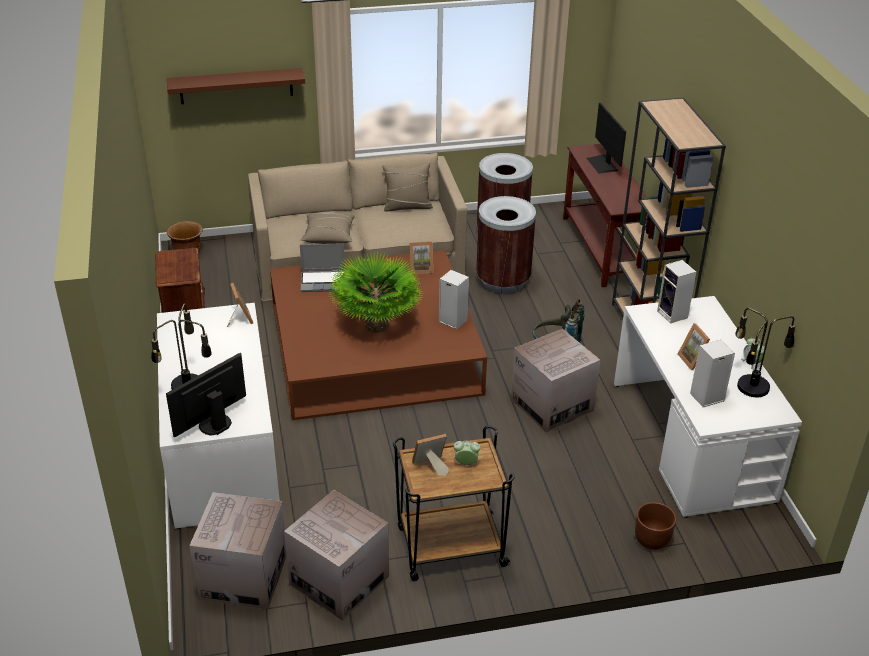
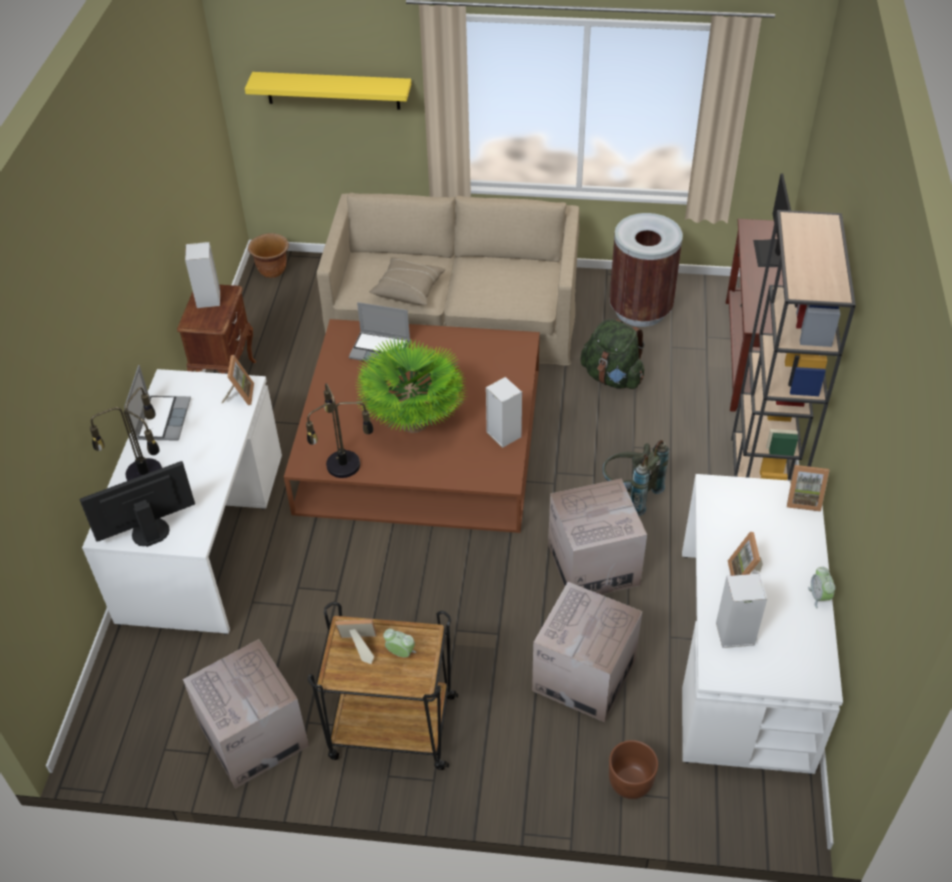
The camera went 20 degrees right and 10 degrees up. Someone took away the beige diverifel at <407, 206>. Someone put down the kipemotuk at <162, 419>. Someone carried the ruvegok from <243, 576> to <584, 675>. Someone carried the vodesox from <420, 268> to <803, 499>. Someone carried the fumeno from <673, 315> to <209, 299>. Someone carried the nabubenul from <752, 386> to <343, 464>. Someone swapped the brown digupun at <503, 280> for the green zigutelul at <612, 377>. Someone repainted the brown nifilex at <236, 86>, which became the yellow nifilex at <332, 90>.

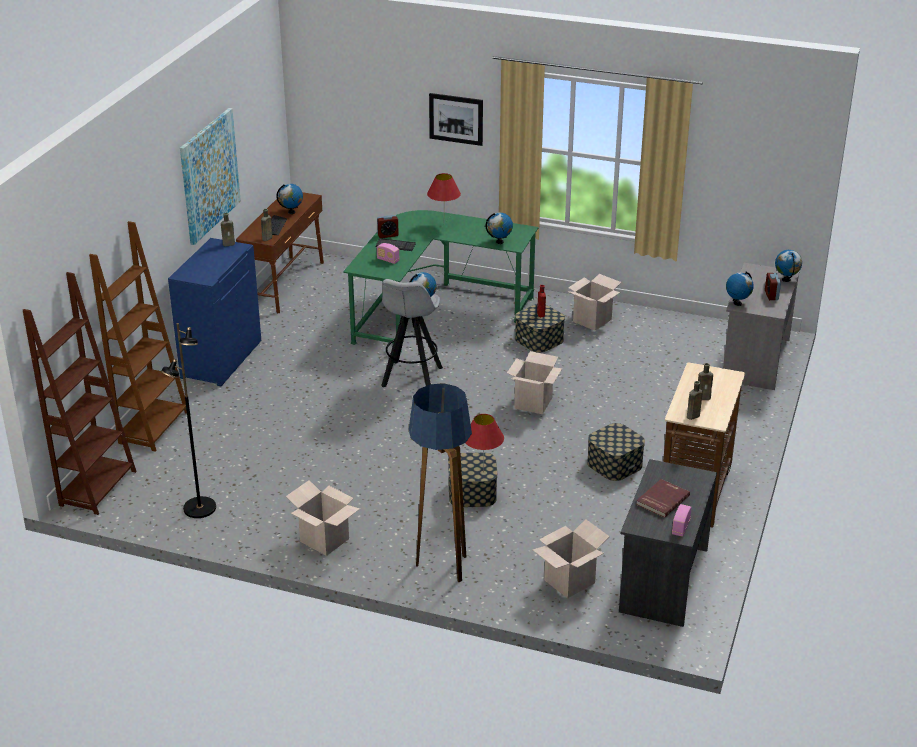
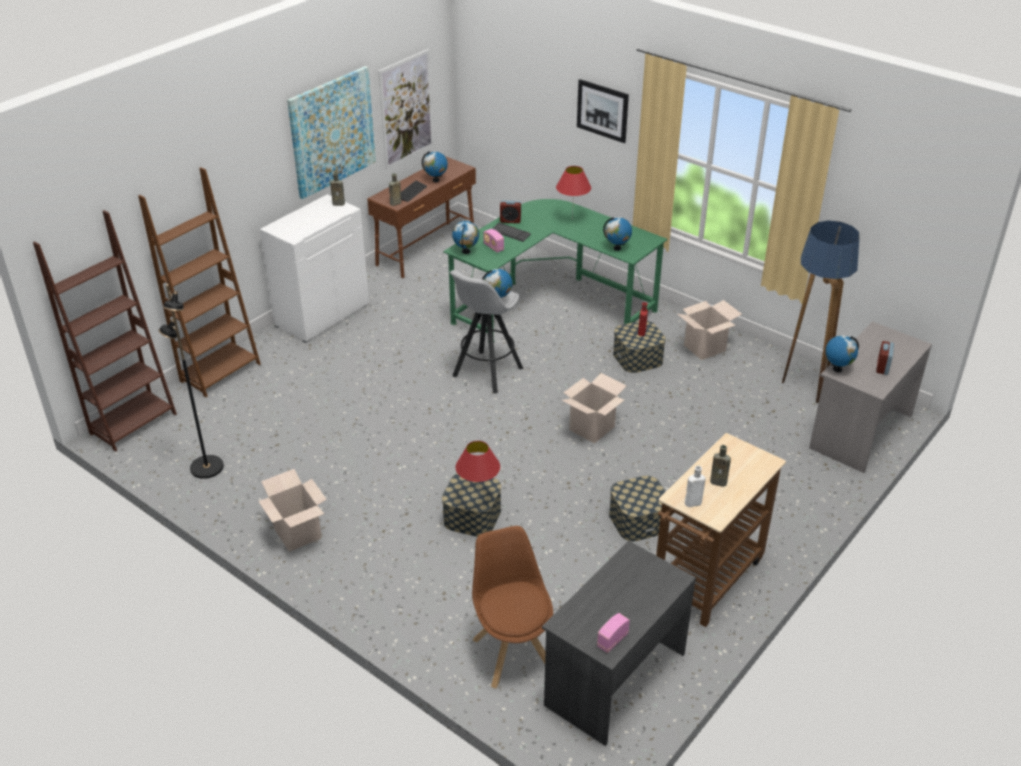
The camera went 20 degrees right and 5 degrees up. Someone took away the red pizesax at <662, 499>. Someone put up the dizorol at <406, 109>. Someone carried the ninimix from <441, 567> to <804, 388>. Someone carried the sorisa from <786, 280> to <466, 252>. Someone swapped the ruvegok at <569, 581> for the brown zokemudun at <512, 651>. Someone repainted the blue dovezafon at <220, 359>, which became the white dovezafon at <322, 314>. Someone repainted the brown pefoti at <692, 416>, which became the white pefoti at <692, 503>.

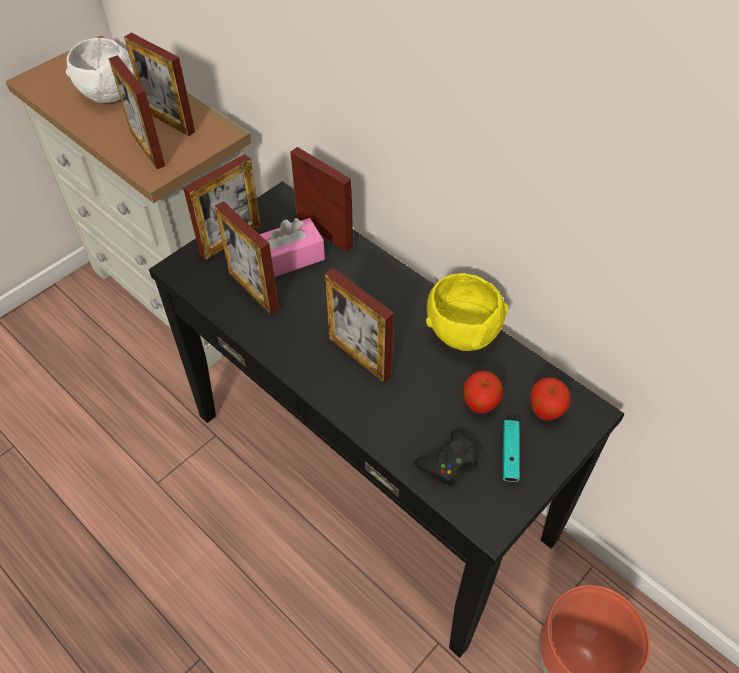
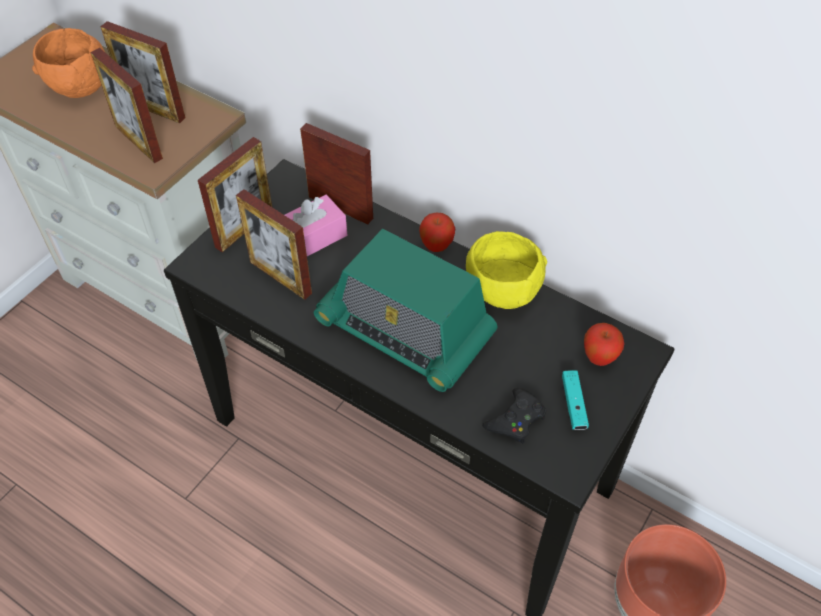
The camera went 10 degrees left and 0 degrees up. Someone carried the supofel from <479, 405> to <436, 246>. Someone swapped the vodesox at <359, 357> for the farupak at <405, 330>. Someone repainted the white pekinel at <108, 94>, which became the orange pekinel at <79, 87>.

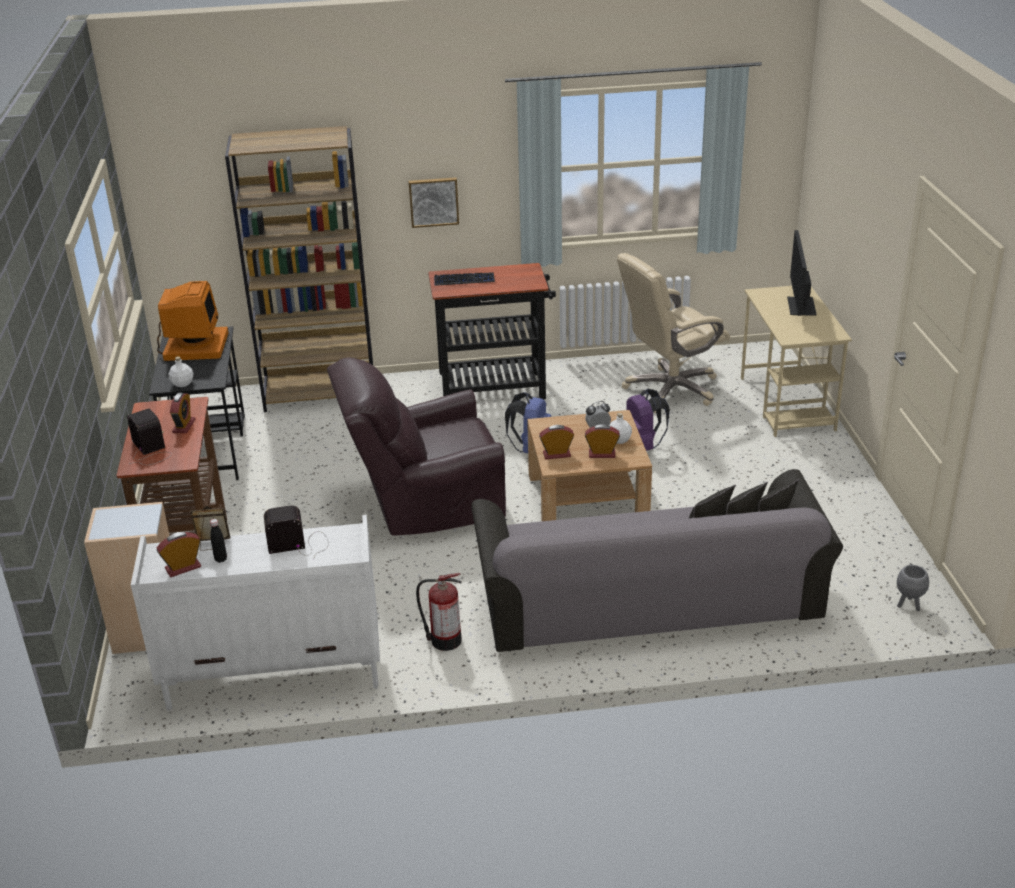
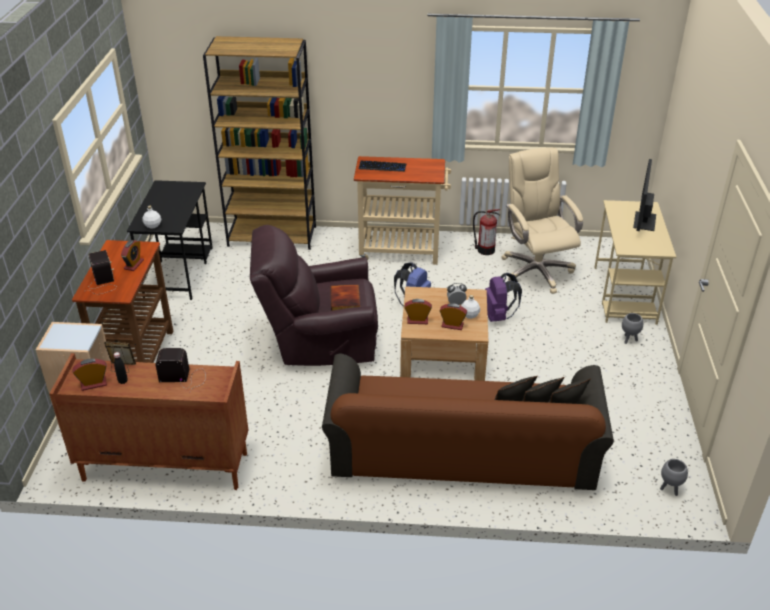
The camera went 10 degrees right and 5 degrees up. Someone took away the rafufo at <195, 346>. Someone took away the dizorol at <433, 201>. Someone put down the pizesax at <346, 300>. Someone put down the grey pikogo at <629, 340>. Someone carried the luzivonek from <444, 640> to <484, 250>. Someone repainted the white dovezafon at <272, 677>, which became the brown dovezafon at <164, 467>. Someone repainted the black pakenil at <494, 389>, which became the beige pakenil at <401, 251>. Someone repainted the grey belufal at <647, 604>, which became the brown belufal at <460, 452>. Someone rotated the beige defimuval at <671, 390> by 90 degrees clockwise.

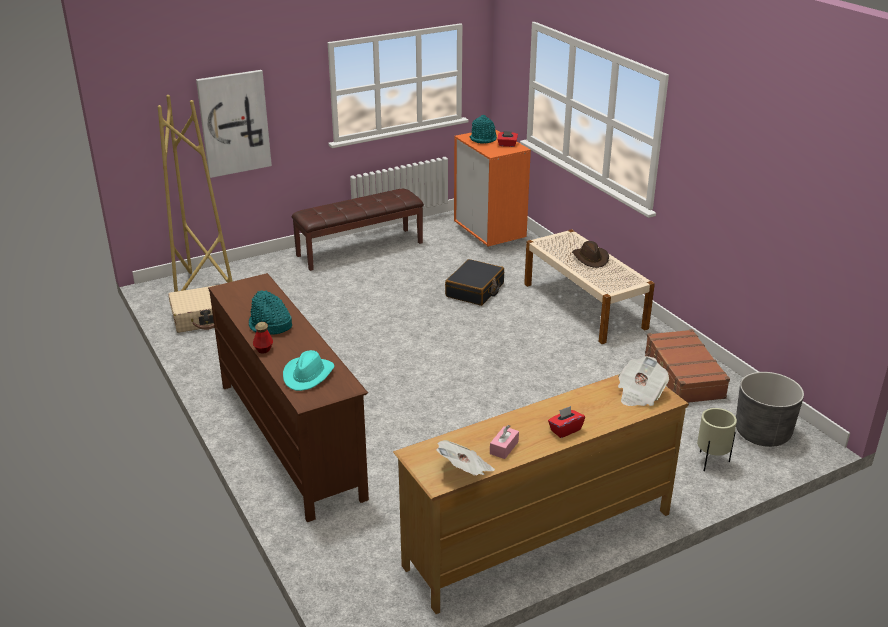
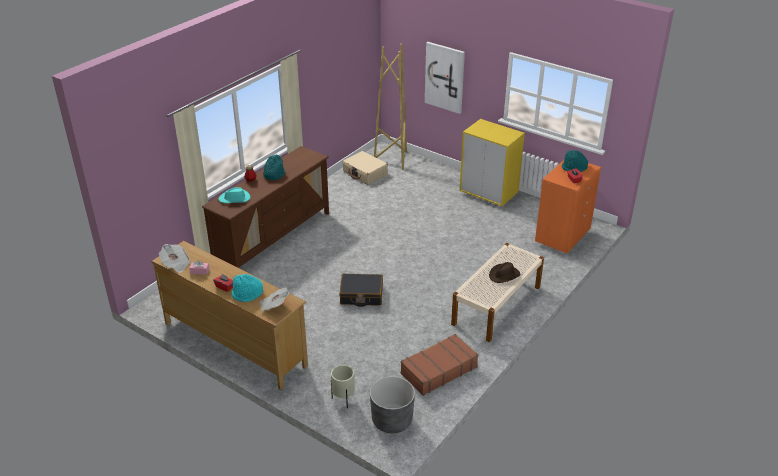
The camera went 65 degrees right and 5 degrees up. Someone put down the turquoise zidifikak at <247, 294>. Someone carried the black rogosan from <475, 290> to <361, 295>. Someone swapped the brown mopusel at <360, 249> for the yellow dovezafon at <489, 195>.

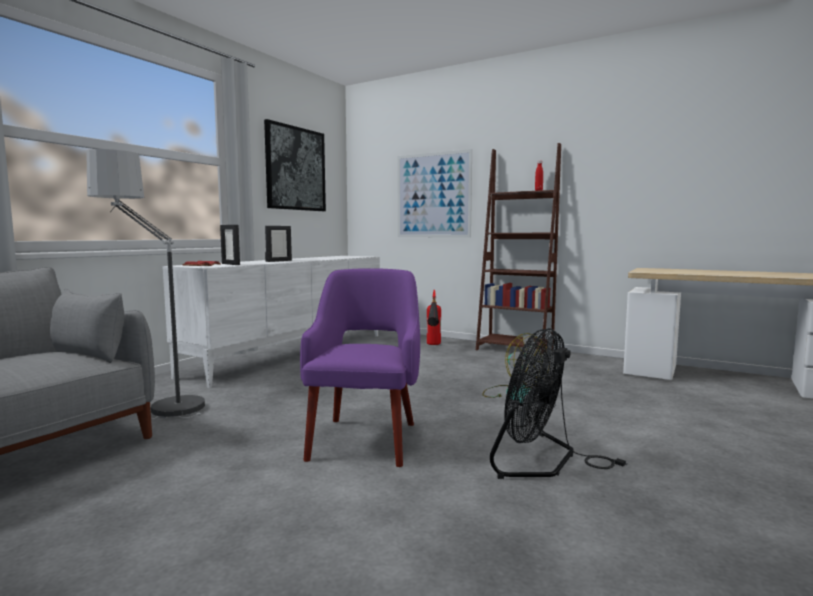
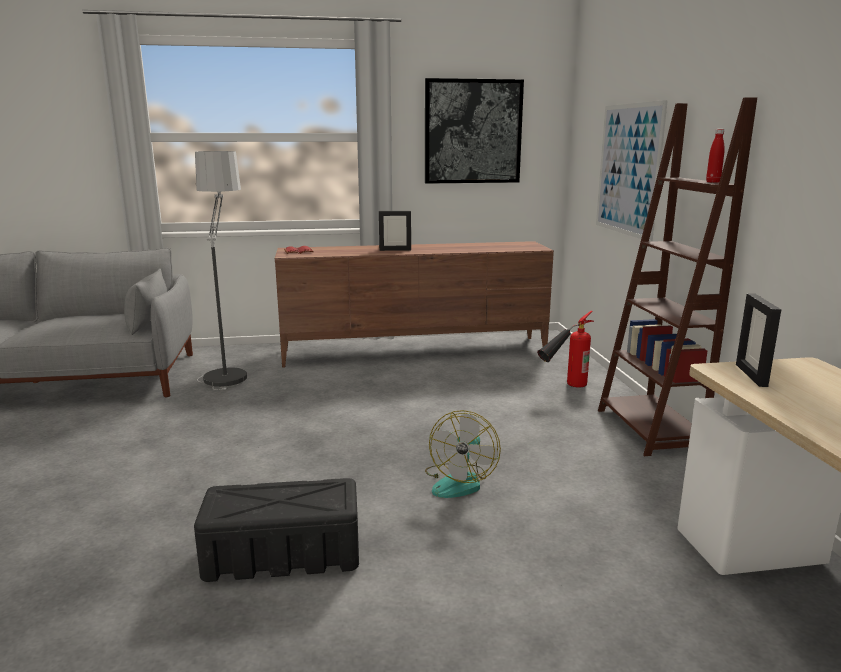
The camera went 50 degrees right and 10 degrees up. Someone took away the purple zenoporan at <364, 439>. Someone carried the vodesox from <231, 264> to <752, 375>. Someone swapped the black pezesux at <547, 458> for the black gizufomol at <282, 554>. Someone repainted the white dovezafon at <292, 353>, which became the brown dovezafon at <415, 351>.

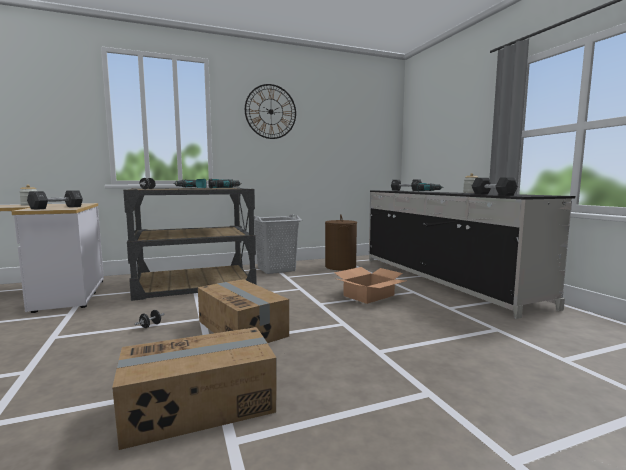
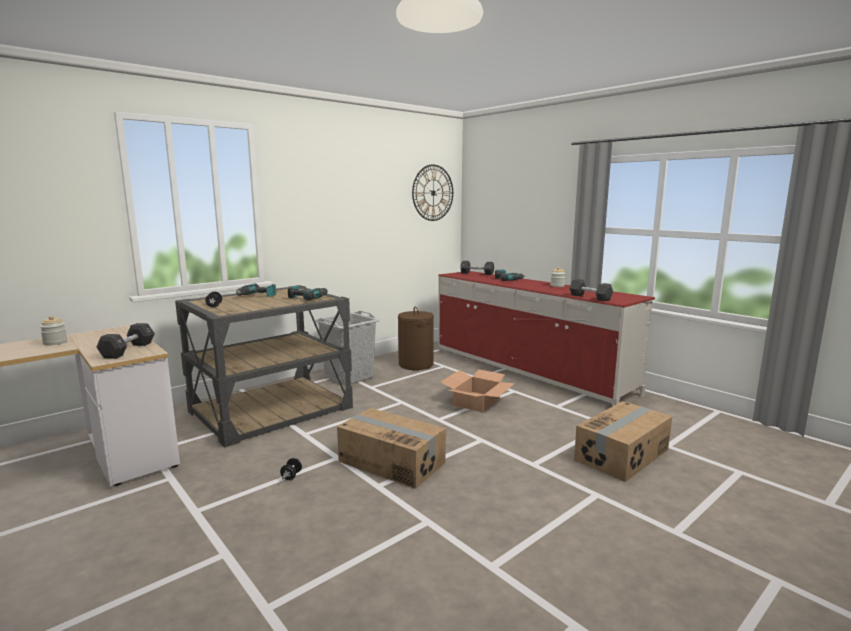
The camera went 20 degrees left and 5 degrees up. Someone carried the ruvegok from <199, 405> to <623, 455>. Someone carried the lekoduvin from <270, 111> to <433, 193>. Someone repainted the black dovezafon at <442, 279>, which became the red dovezafon at <528, 371>.

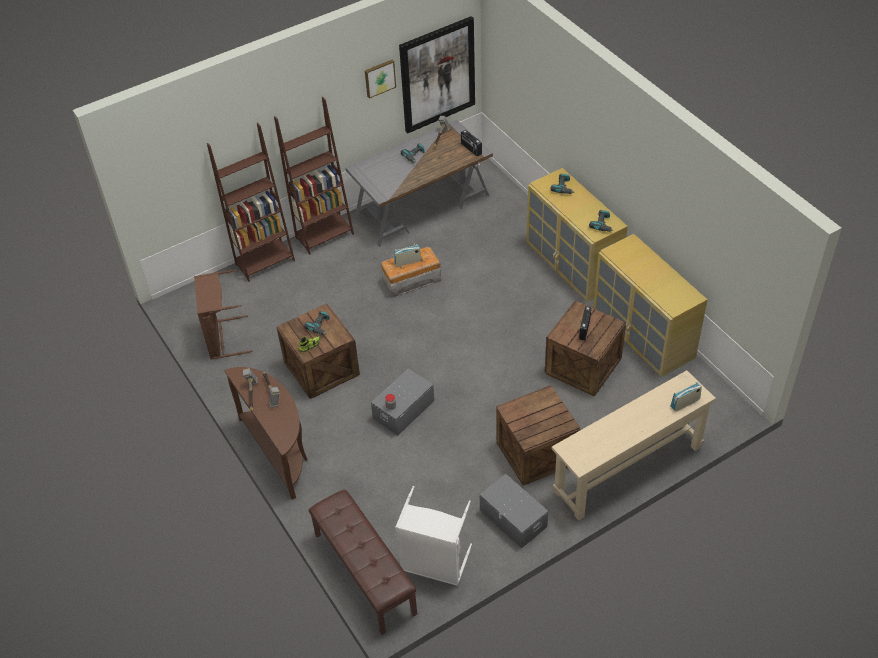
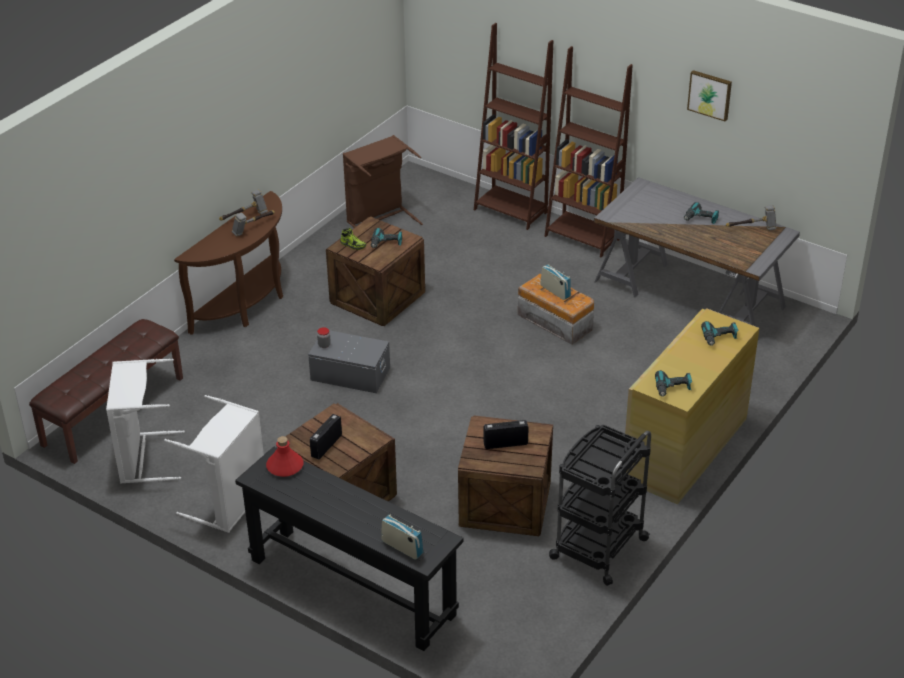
The camera went 65 degrees right and 10 degrees down. Someone took away the dizorol at <437, 75>. Someone put down the red pefoti at <285, 466>. Someone carried the farupak from <471, 149> to <326, 446>. Someone swapped the grey gizufomol at <513, 519> for the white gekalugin at <230, 503>. Someone swapped the yellow dovezafon at <643, 334> for the black pakenil at <598, 548>. Someone repainted the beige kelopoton at <627, 469>, which became the black kelopoton at <352, 587>.

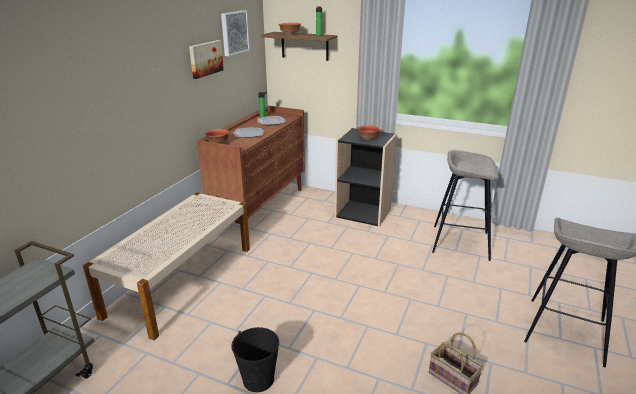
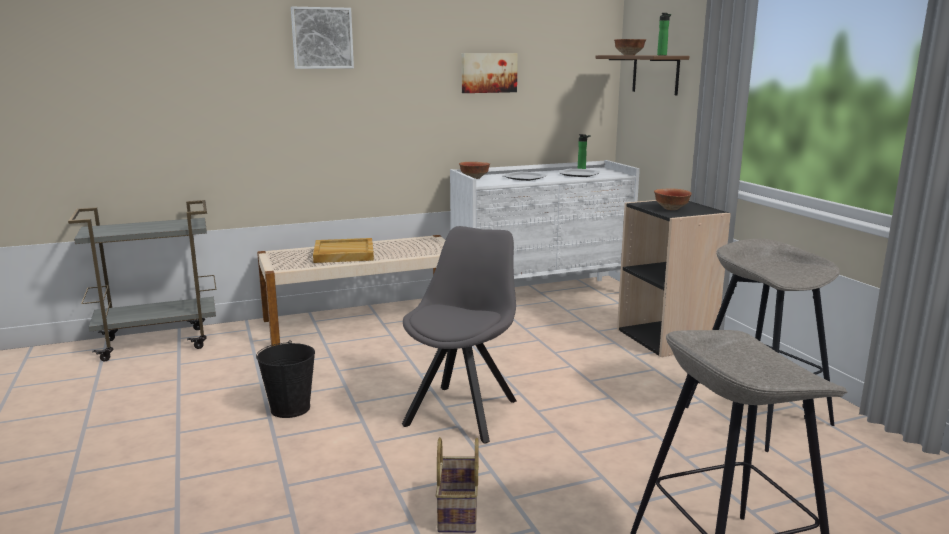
The camera went 45 degrees right and 10 degrees down. Someone put down the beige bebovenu at <343, 254>. Someone put down the grey zokemudun at <462, 412>. Someone carried the dizorol from <234, 32> to <322, 38>. Someone repainted the brown dovezafon at <261, 209>, which became the white dovezafon at <542, 295>.

